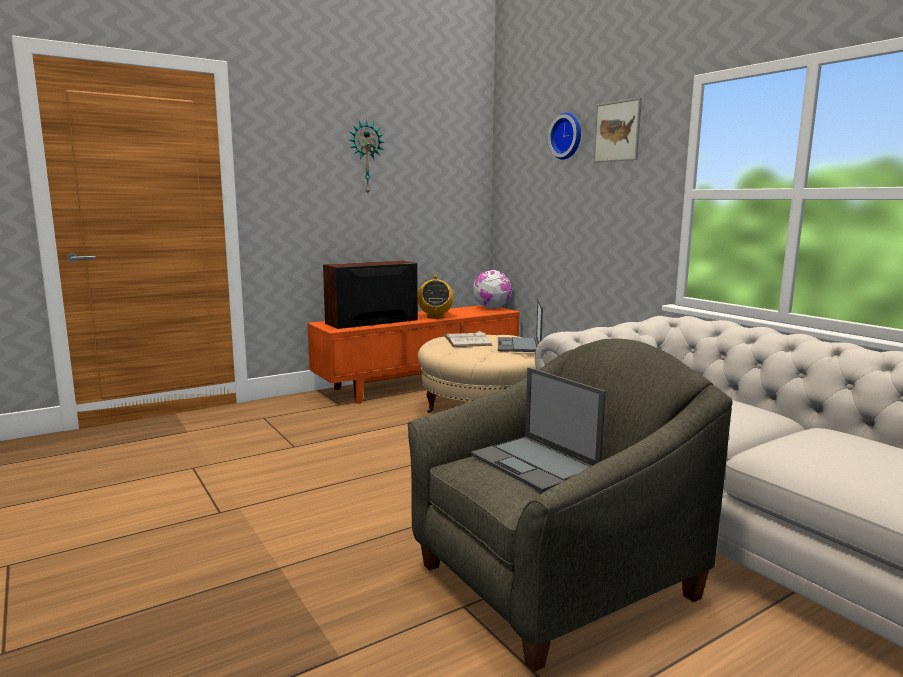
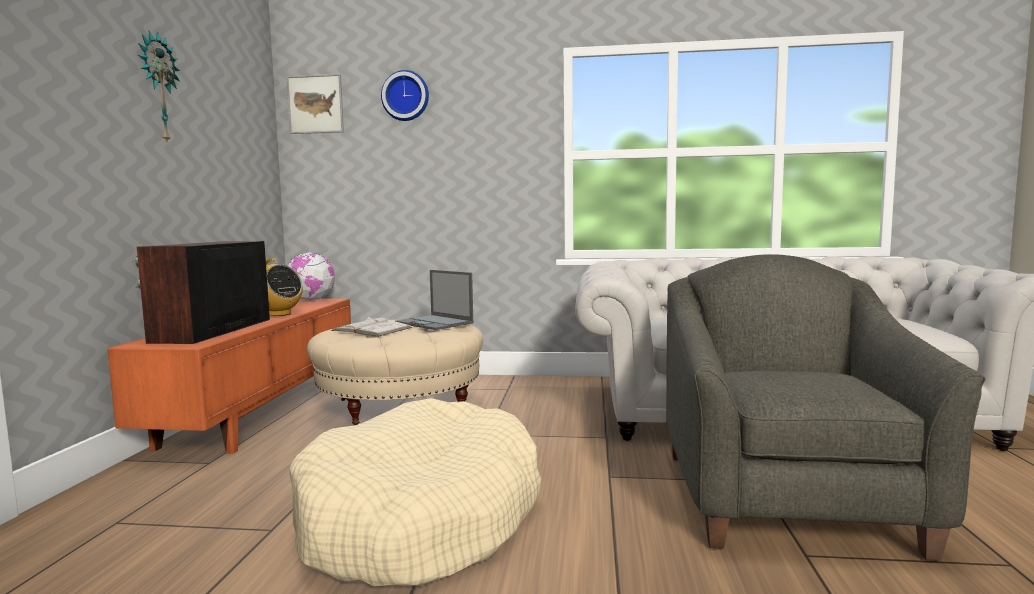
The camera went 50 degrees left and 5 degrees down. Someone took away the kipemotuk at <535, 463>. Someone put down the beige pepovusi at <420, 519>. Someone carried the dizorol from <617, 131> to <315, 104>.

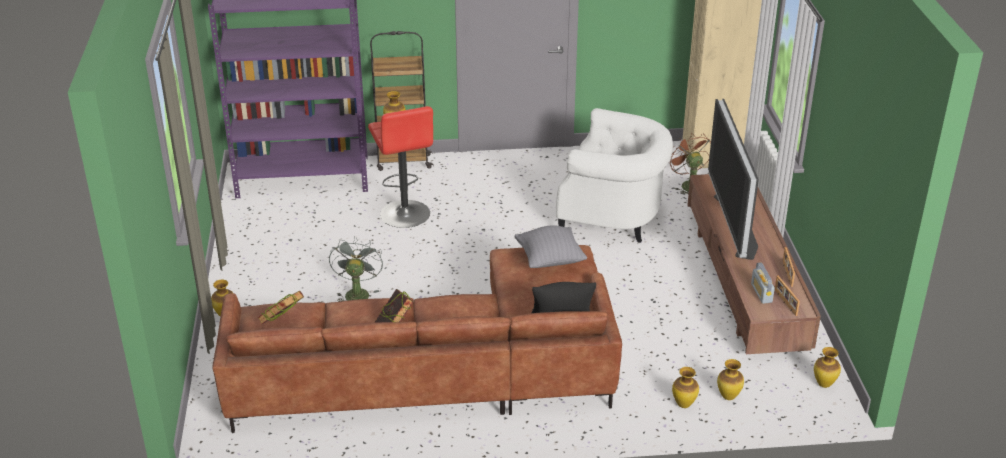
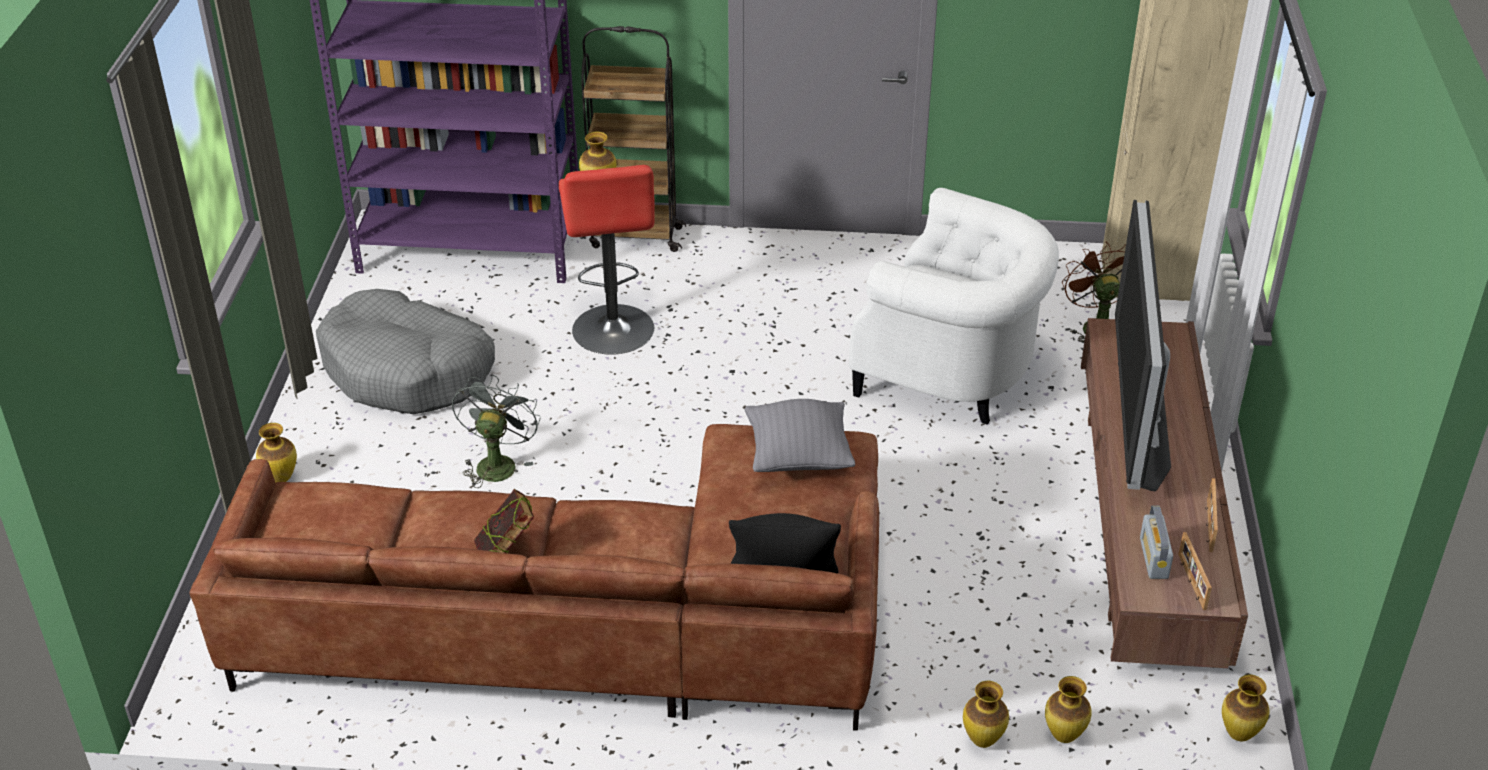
The camera went 10 degrees right and 5 degrees up. Someone took away the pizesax at <282, 323>. Someone put down the grey pepovusi at <408, 370>.

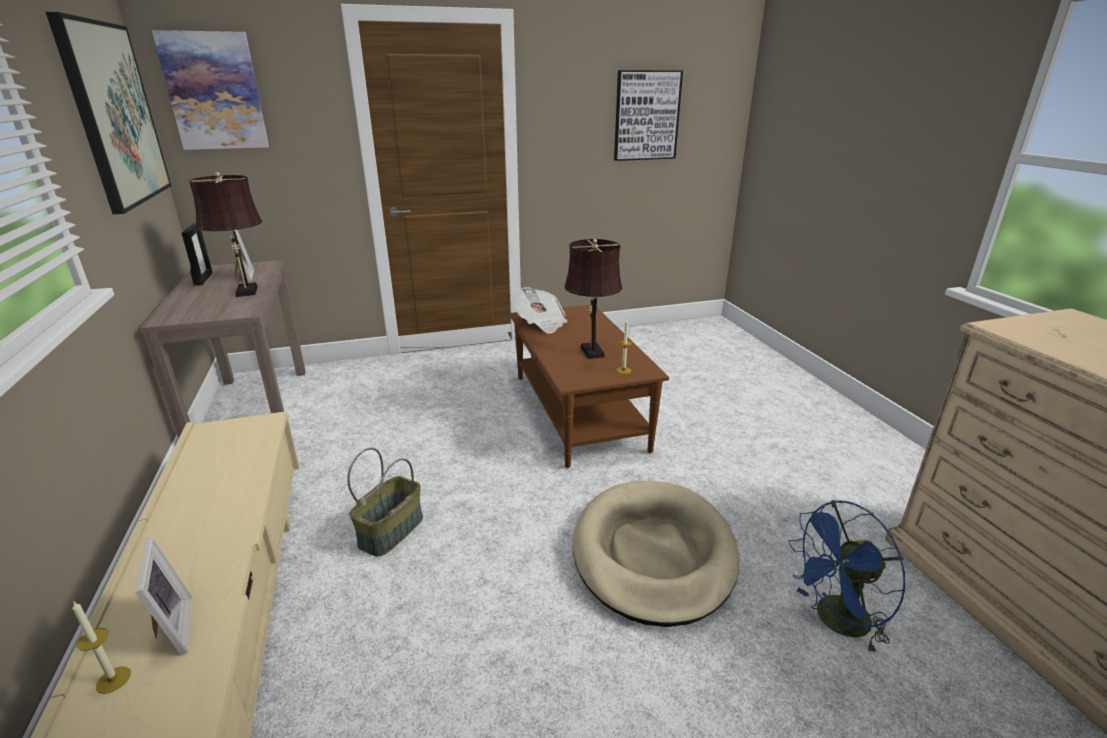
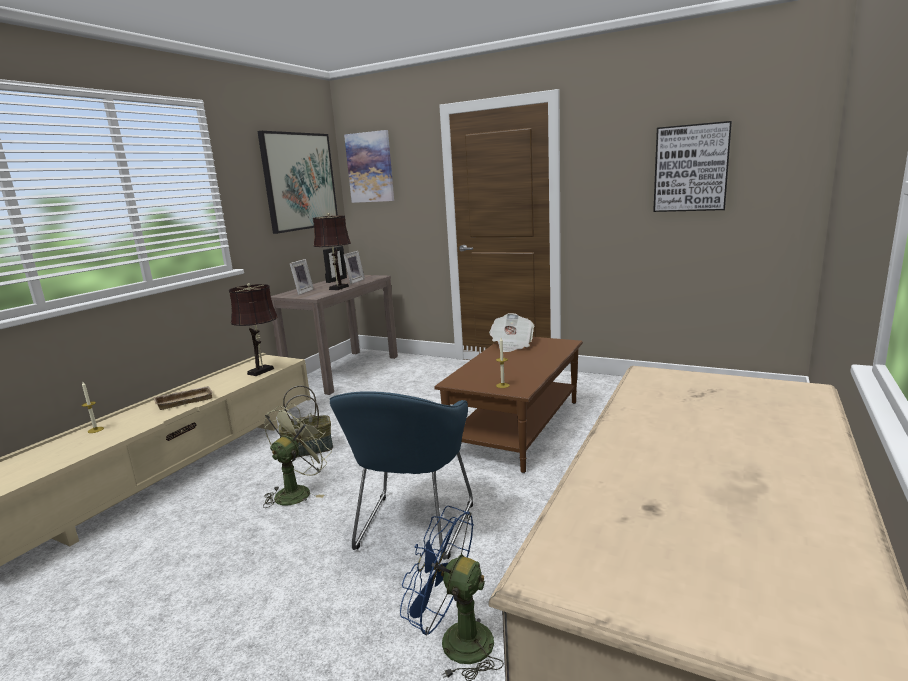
The camera went 45 degrees right and 10 degrees down. Someone put down the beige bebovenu at <185, 400>. Someone put down the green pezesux at <297, 491>. Someone carried the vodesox from <171, 630> to <302, 292>. Someone carried the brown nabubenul from <591, 350> to <263, 370>. Someone swapped the beige pepovusi at <653, 554> for the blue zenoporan at <411, 529>.

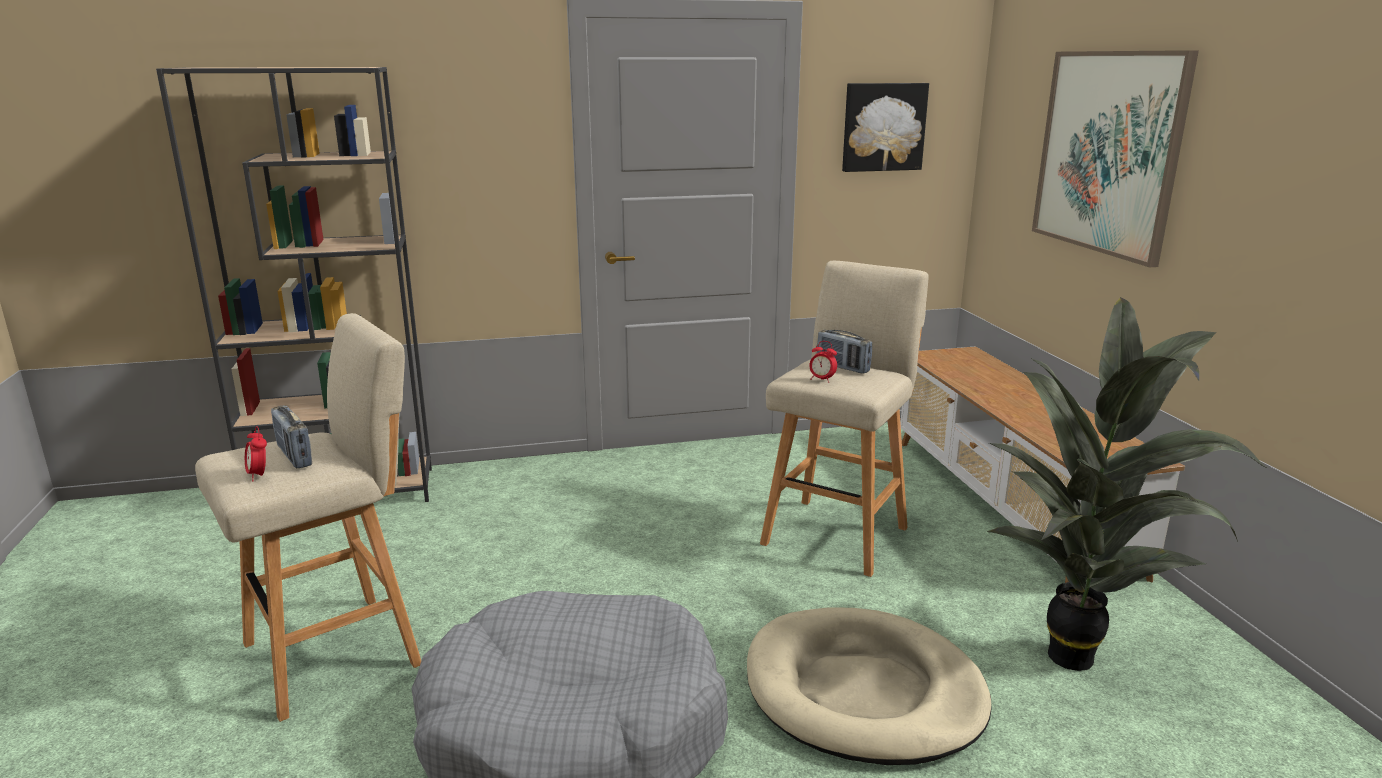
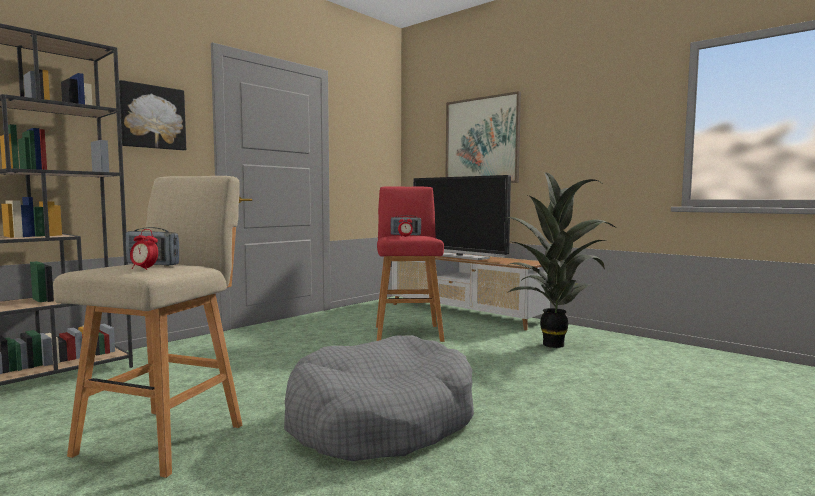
The camera went 35 degrees left and 15 degrees down. Someone took away the beige pepovusi at <863, 692>. Someone put down the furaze at <459, 256>. Someone carried the dizorol from <883, 127> to <152, 117>. Someone repainted the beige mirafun at <837, 533>, which became the red mirafun at <408, 333>.

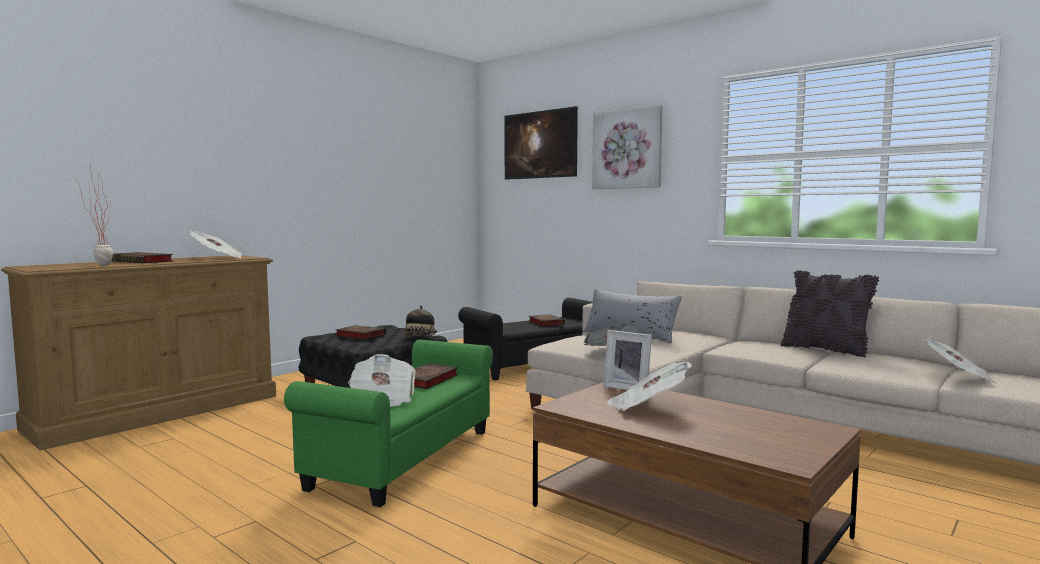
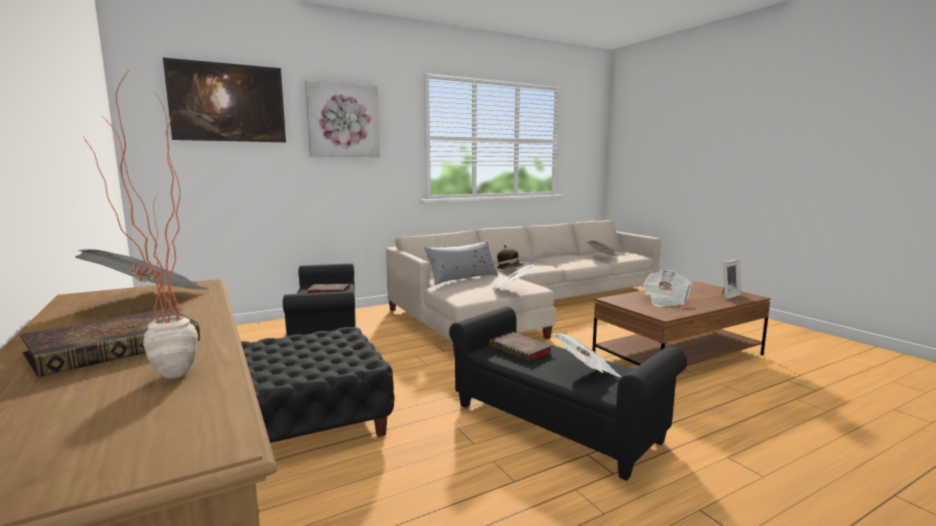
The camera went 70 degrees left and 5 degrees up. Someone took away the pizesax at <359, 335>. Someone took away the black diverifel at <825, 350>. Someone carried the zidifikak from <420, 337> to <510, 268>. Someone carried the vodesox from <628, 387> to <727, 295>. Someone repainted the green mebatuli at <404, 458>, which became the black mebatuli at <555, 422>.

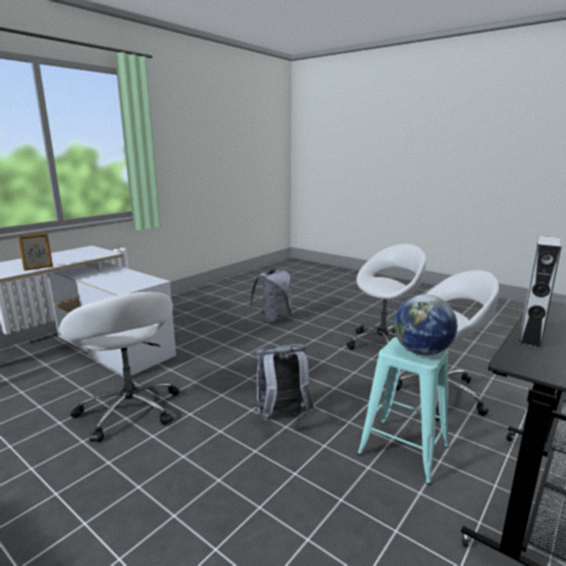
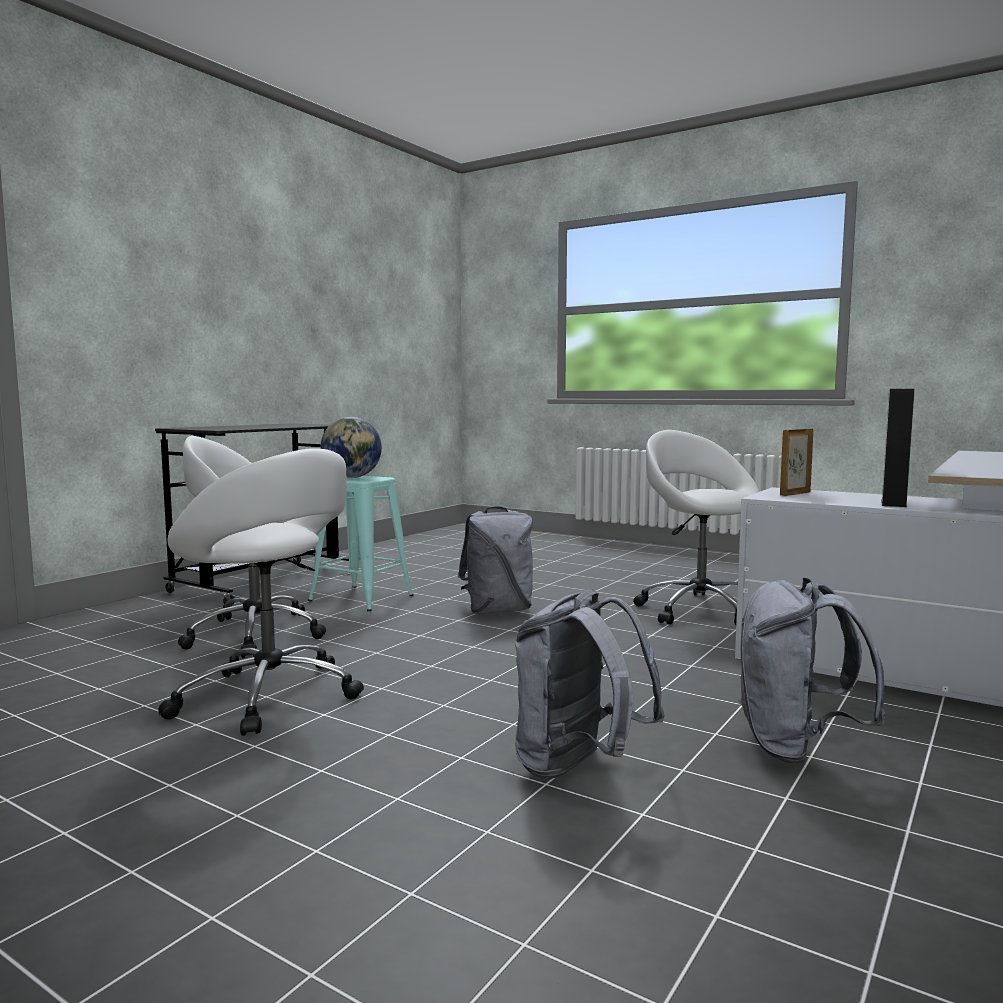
The camera went 175 degrees right and 10 degrees down. Someone put down the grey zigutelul at <796, 748>. Someone carried the vodesox from <38, 268> to <794, 494>. Someone carried the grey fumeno from <530, 337> to <893, 503>. Someone rotated the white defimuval at <384, 345> by 120 degrees counterclockwise.

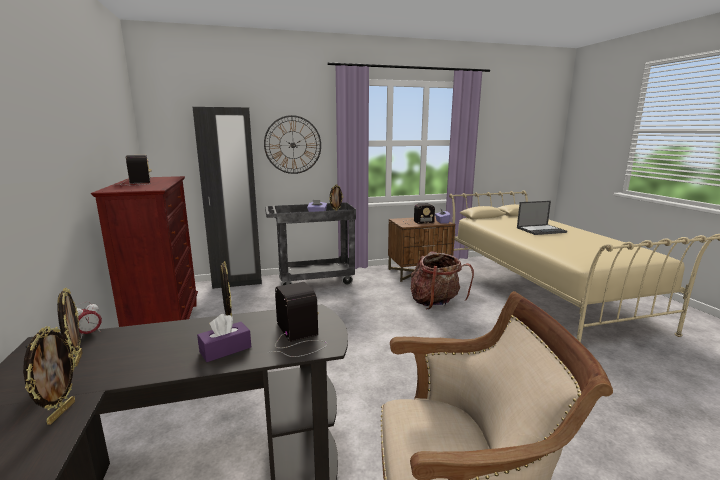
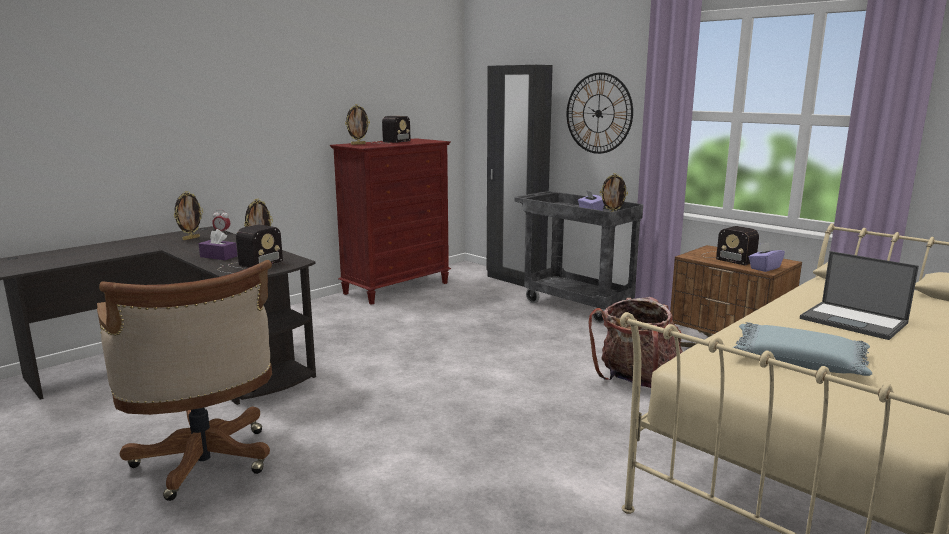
The camera went 60 degrees right and 0 degrees up. Someone put down the blue diverifel at <798, 357>. Someone carried the vodesox from <60, 412> to <358, 144>.

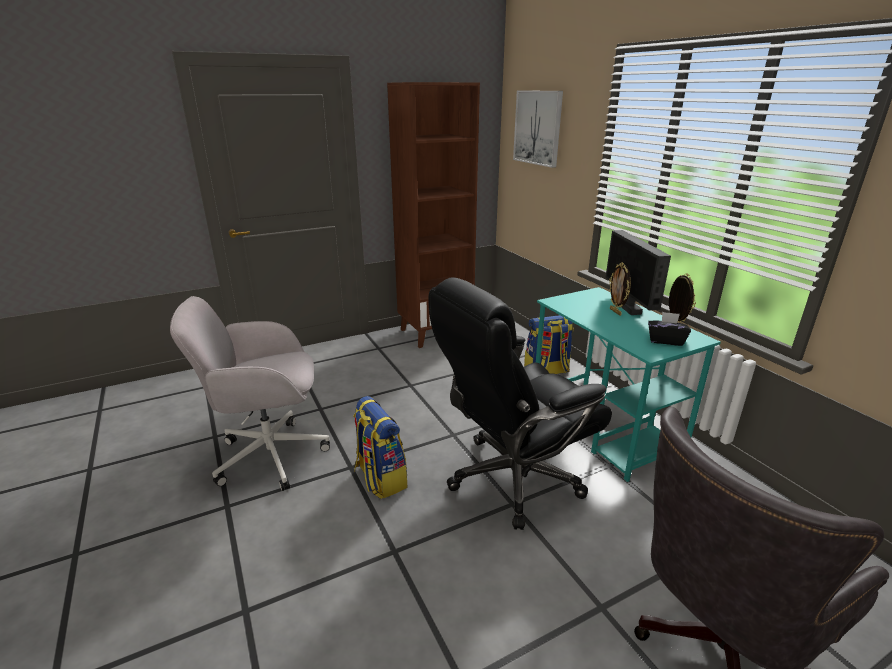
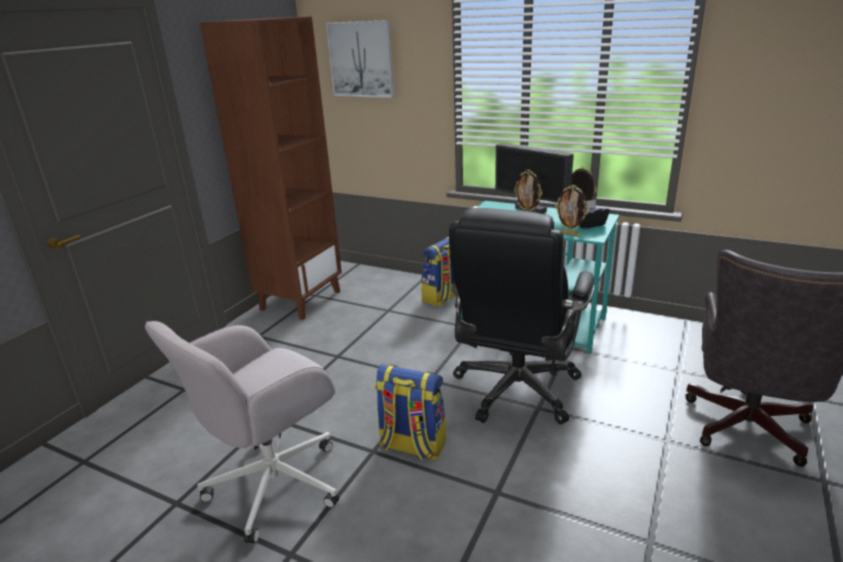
The camera went 35 degrees left and 0 degrees up. Someone put down the vodesox at <570, 234>.

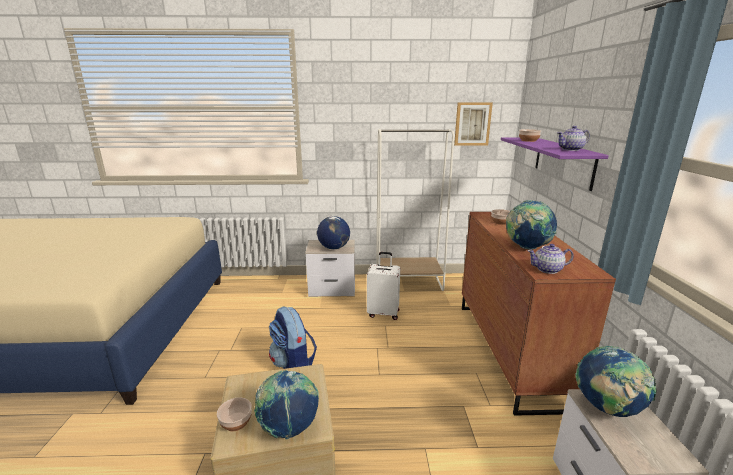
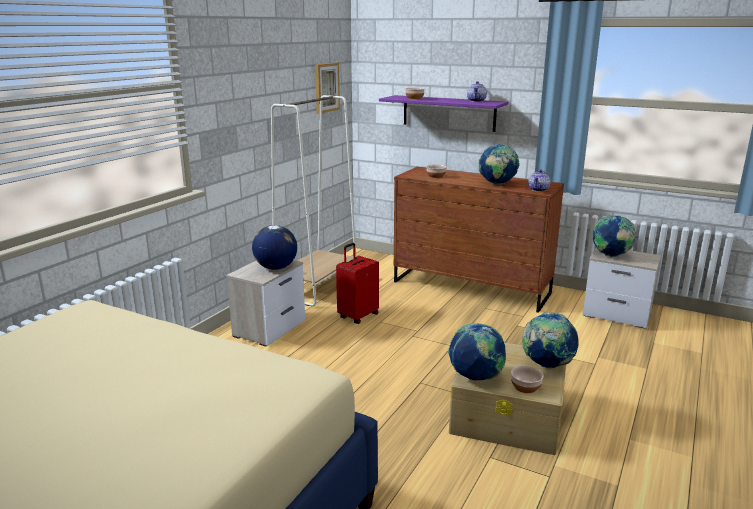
The camera went 60 degrees left and 0 degrees up. Someone took away the zigutelul at <293, 365>. Someone put down the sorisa at <476, 377>. Someone repainted the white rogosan at <383, 313>, which became the red rogosan at <357, 316>.

